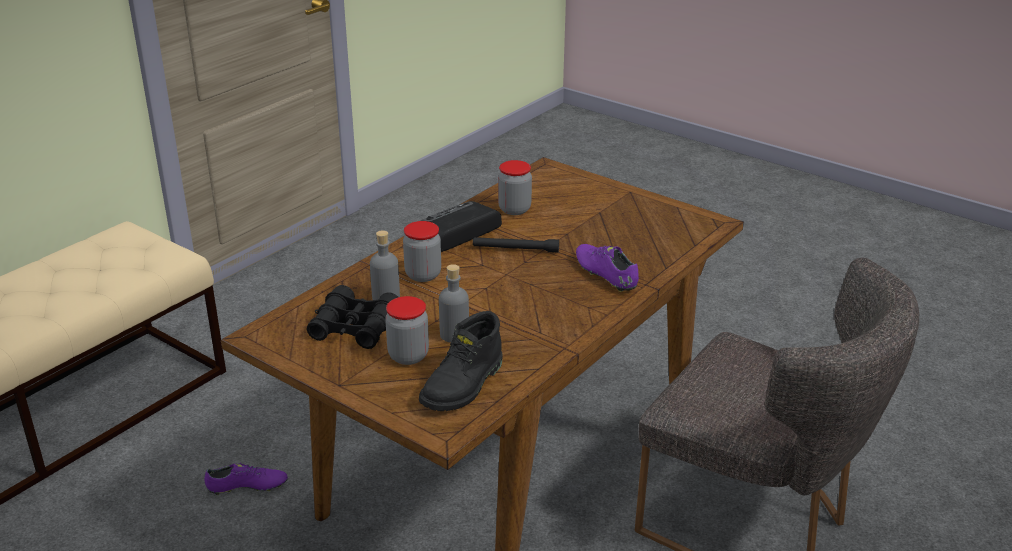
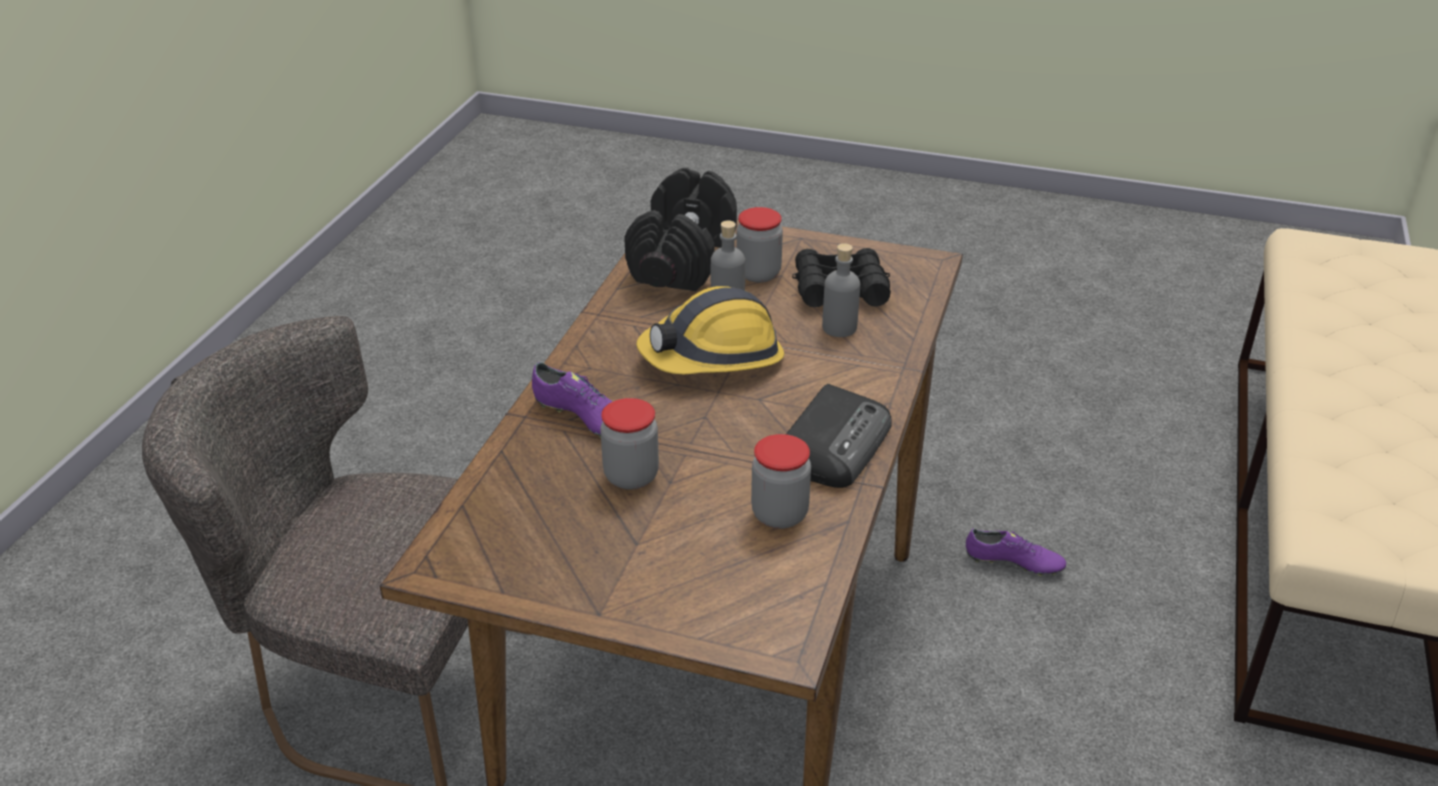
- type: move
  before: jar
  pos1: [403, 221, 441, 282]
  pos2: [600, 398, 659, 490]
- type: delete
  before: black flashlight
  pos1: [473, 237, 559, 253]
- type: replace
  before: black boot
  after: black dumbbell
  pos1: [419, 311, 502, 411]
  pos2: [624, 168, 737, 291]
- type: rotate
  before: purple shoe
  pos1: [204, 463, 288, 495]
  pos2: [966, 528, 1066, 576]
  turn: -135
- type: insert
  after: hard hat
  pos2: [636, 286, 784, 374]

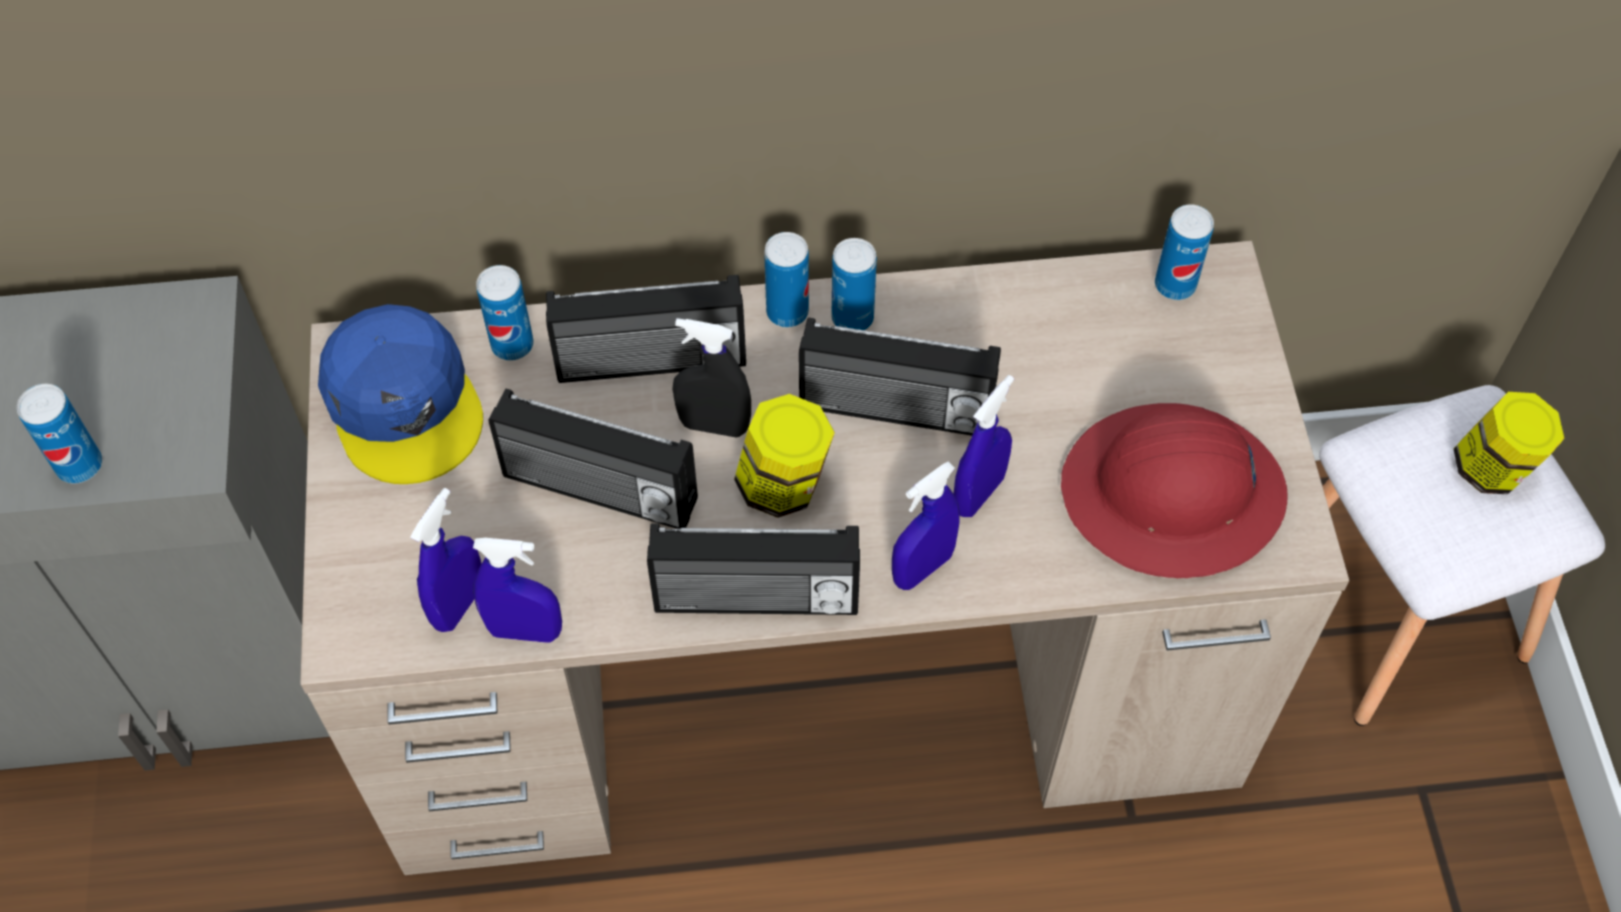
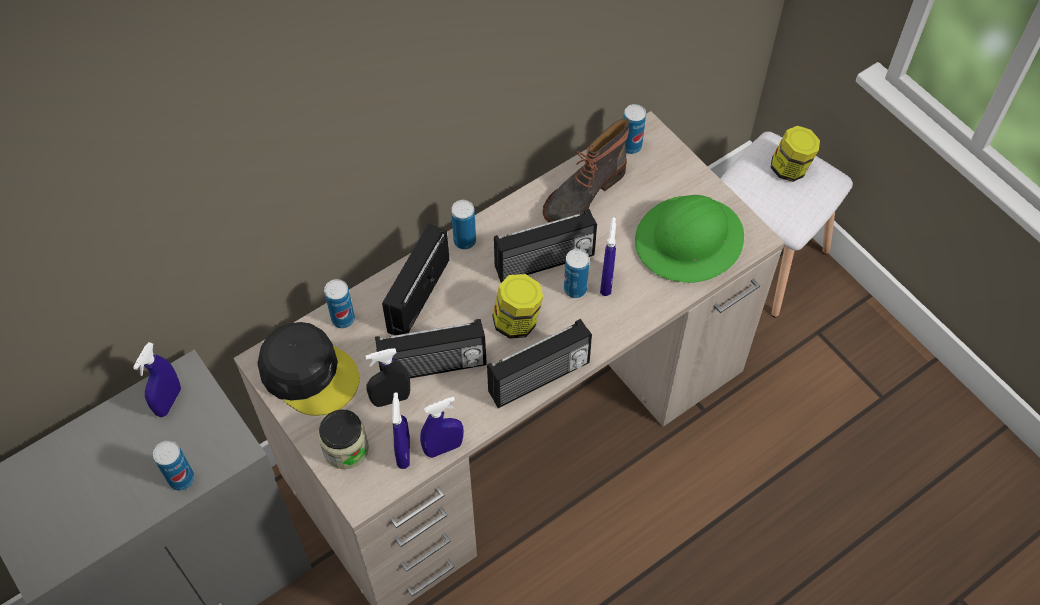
- type: move
  before: can
  pos1: [831, 238, 877, 330]
  pos2: [564, 249, 589, 298]
- type: rotate
  before: radio
  pos1: [546, 275, 746, 383]
  pos2: [382, 223, 449, 335]
  turn: 150
- type: recolor
  before: blue cap
  after: black cap
  pos1: [318, 304, 483, 484]
  pos2: [257, 322, 360, 416]
- type: move
  before: black spray bottle
  pos1: [672, 318, 751, 438]
  pos2: [365, 348, 410, 407]
- type: recolor
  before: red hard hat
  after: green hard hat
  pos1: [1061, 403, 1287, 578]
  pos2: [635, 195, 744, 283]
- type: move
  before: blue spray bottle
  pos1: [892, 462, 960, 590]
  pos2: [133, 342, 181, 417]
- type: insert
  after: boot
  pos2: [543, 118, 630, 222]
- type: insert
  after: jar
  pos2: [318, 409, 369, 469]

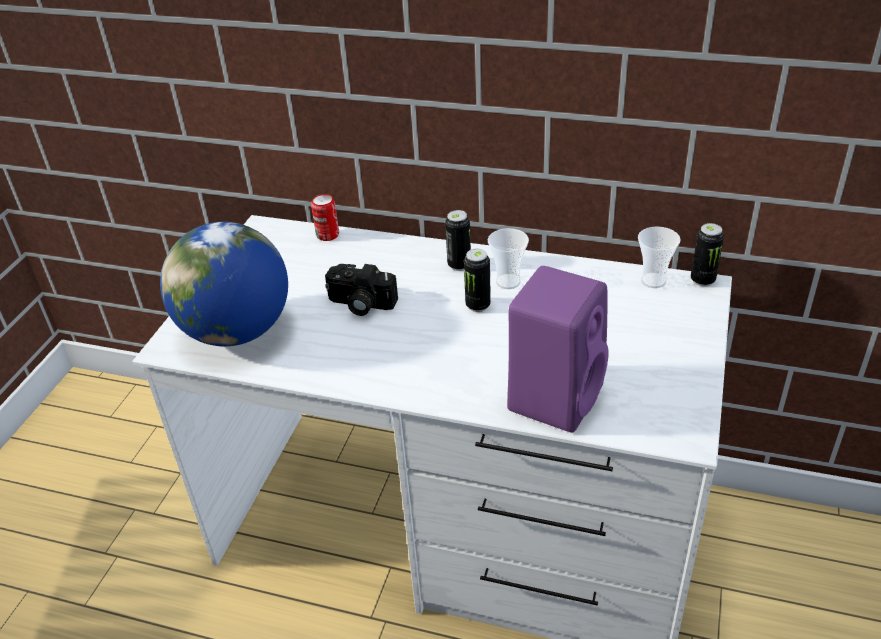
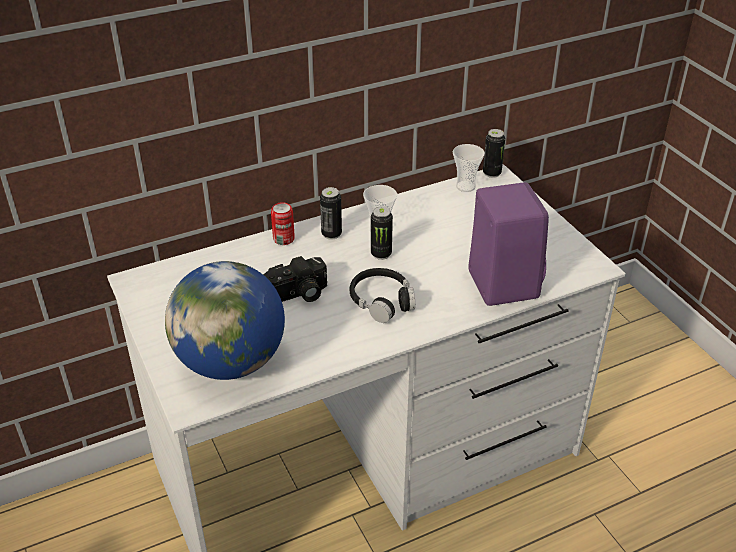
- type: move
  before: can
  pos1: [311, 194, 339, 241]
  pos2: [271, 202, 295, 245]
- type: insert
  after: black headphones
  pos2: [349, 268, 415, 323]

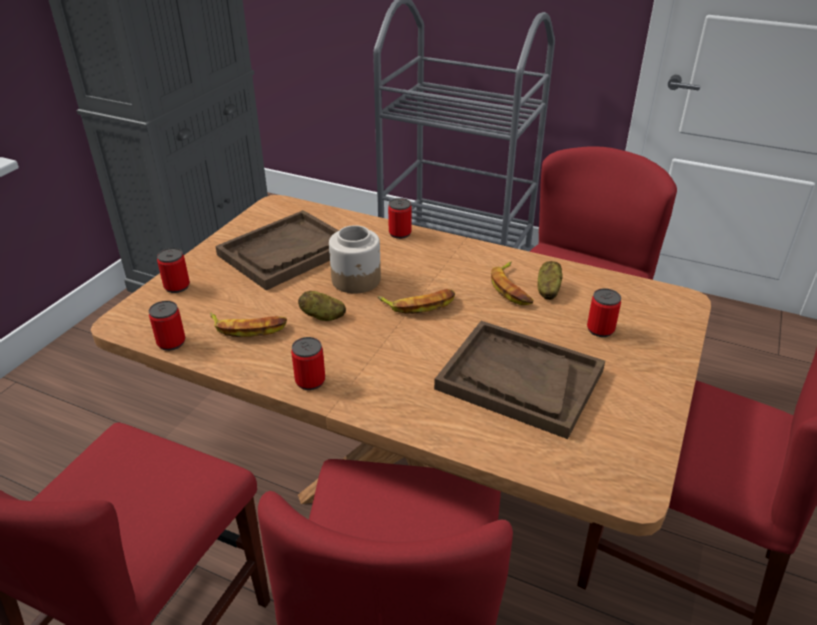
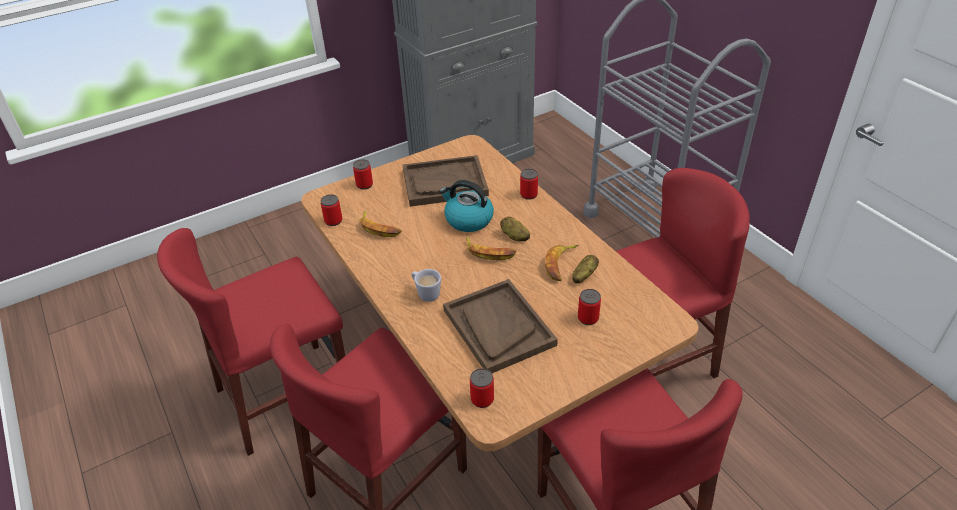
- type: replace
  before: jar
  after: kettle
  pos1: [329, 225, 381, 294]
  pos2: [440, 180, 494, 232]
- type: move
  before: potato
  pos1: [298, 291, 346, 321]
  pos2: [500, 217, 530, 242]
- type: move
  before: can
  pos1: [291, 337, 325, 390]
  pos2: [470, 368, 494, 408]
- type: insert
  after: white mug
  pos2: [411, 269, 441, 302]

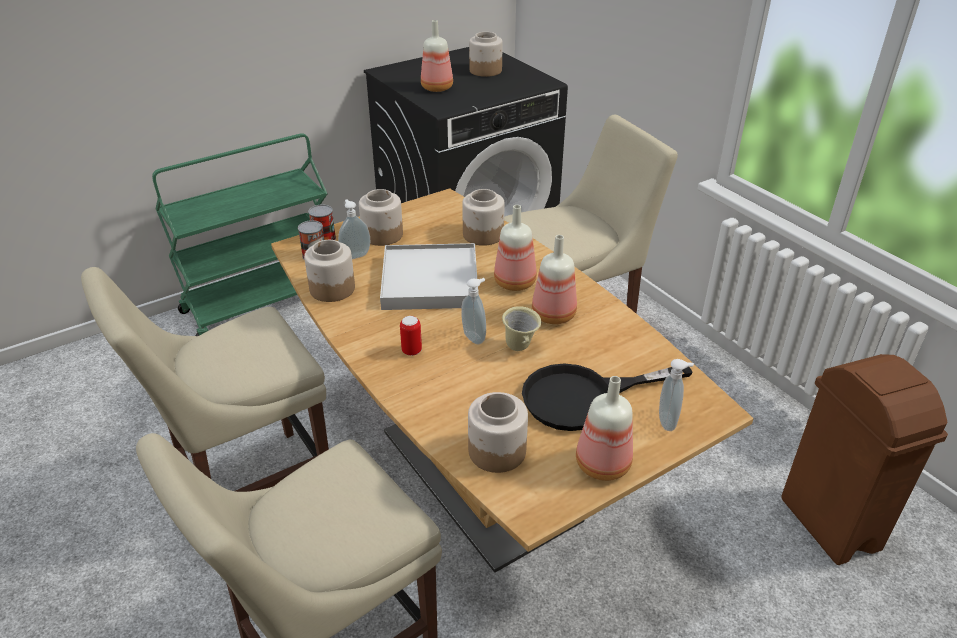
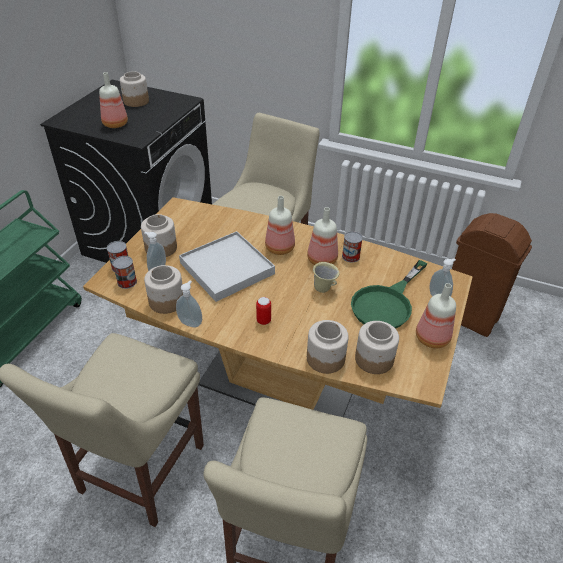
- type: move
  before: jar
  pos1: [462, 189, 505, 246]
  pos2: [307, 320, 349, 374]
- type: move
  before: soap dispenser
  pos1: [461, 278, 486, 345]
  pos2: [176, 281, 202, 328]
- type: recolor
  before: black frying pan
  after: green frying pan
  pos1: [522, 363, 693, 431]
  pos2: [351, 260, 427, 328]
- type: insert
  after: can
  pos2: [342, 231, 363, 263]

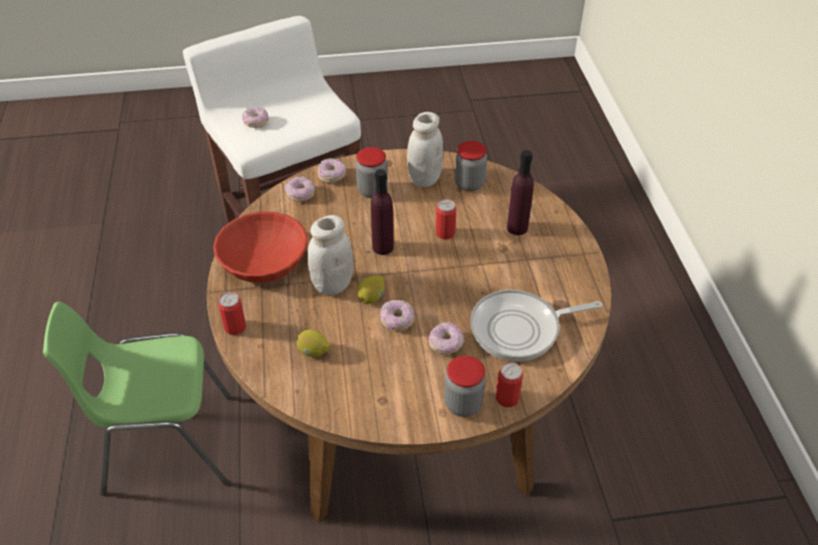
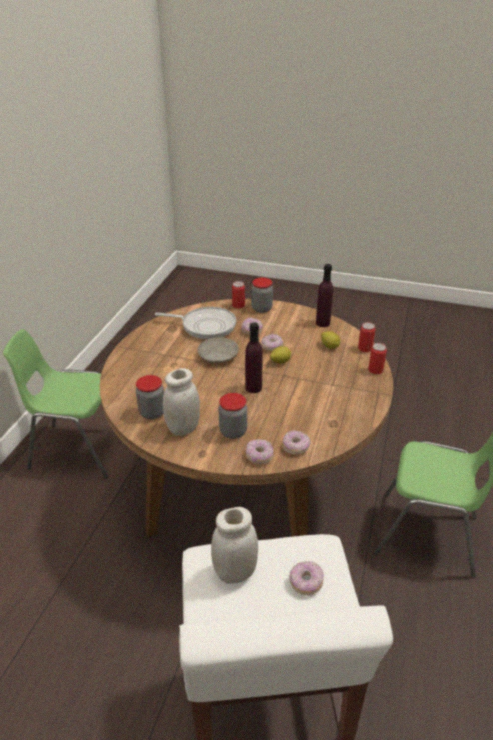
- type: move
  before: purple bottle
  pos1: [507, 150, 534, 235]
  pos2: [316, 264, 333, 327]
- type: move
  before: can
  pos1: [435, 199, 456, 239]
  pos2: [358, 322, 375, 352]
- type: delete
  before: red bowl
  pos1: [213, 211, 308, 283]
- type: move
  before: white jar
  pos1: [307, 215, 354, 295]
  pos2: [211, 507, 258, 583]
- type: insert
  after: green chair
  pos2: [3, 329, 108, 479]
- type: insert
  after: beige plate
  pos2: [197, 338, 239, 363]

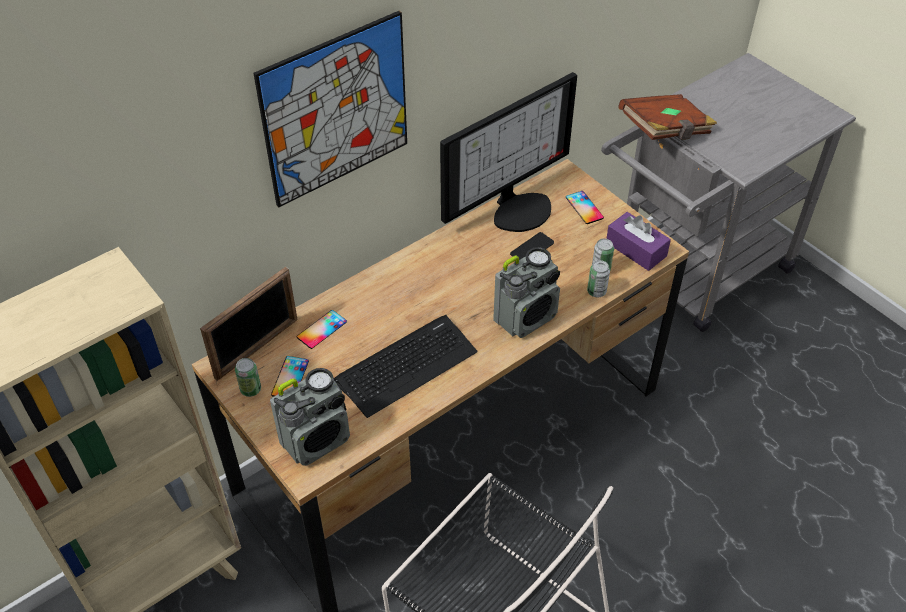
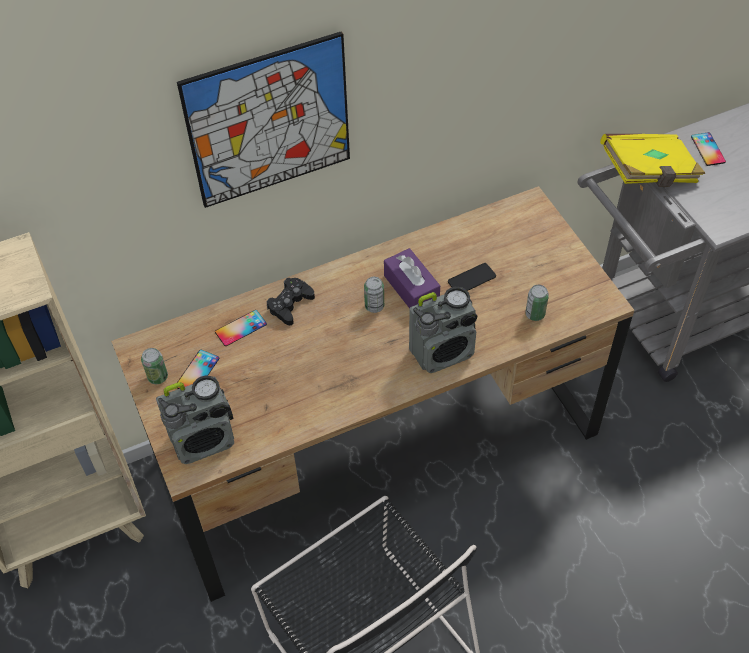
- type: delete
  before: monitor
  pos1: [440, 72, 577, 232]
- type: recolor
  before: brown book
  after: yellow book
  pos1: [618, 94, 717, 140]
  pos2: [600, 134, 705, 187]
- type: move
  before: phone
  pos1: [566, 191, 604, 224]
  pos2: [691, 132, 726, 166]
- type: move
  before: purple tissue box
  pos1: [606, 212, 671, 271]
  pos2: [384, 248, 440, 309]
- type: move
  before: can
  pos1: [587, 260, 610, 297]
  pos2: [364, 277, 384, 313]
- type: delete
  before: picture frame
  pos1: [200, 267, 298, 381]
- type: delete
  before: keyboard
  pos1: [334, 315, 477, 418]
- type: insert
  after: black game controller
  pos2: [267, 277, 315, 325]

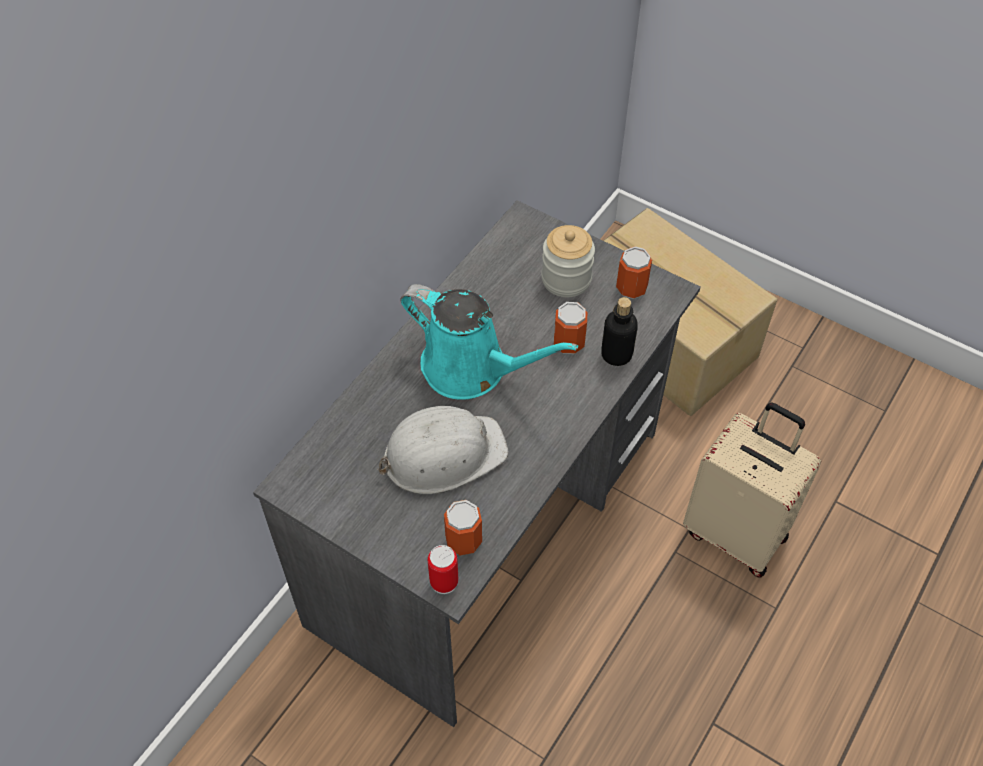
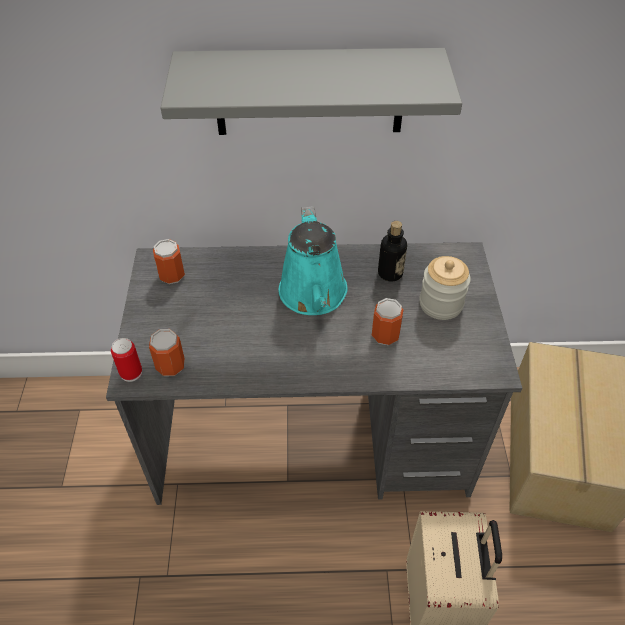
- type: move
  before: can
  pos1: [616, 246, 652, 299]
  pos2: [153, 239, 185, 284]
- type: move
  before: bottle
  pos1: [601, 297, 638, 366]
  pos2: [378, 221, 407, 282]
- type: delete
  before: white hard hat
  pos1: [378, 406, 509, 494]
- type: insert
  after: grey shelf
  pos2: [161, 48, 462, 135]

